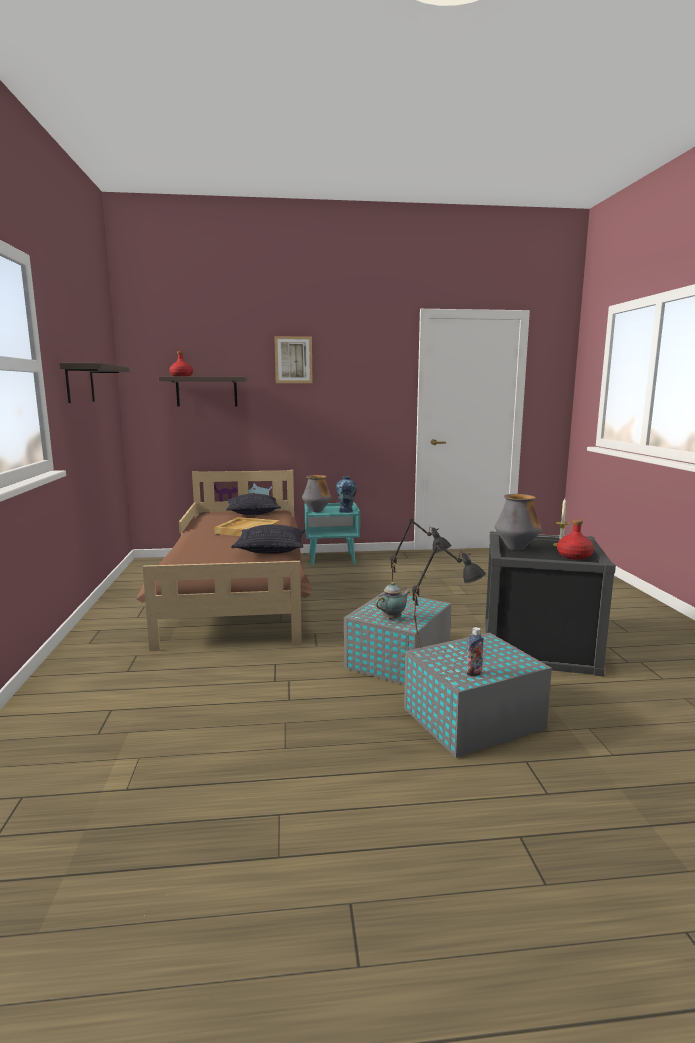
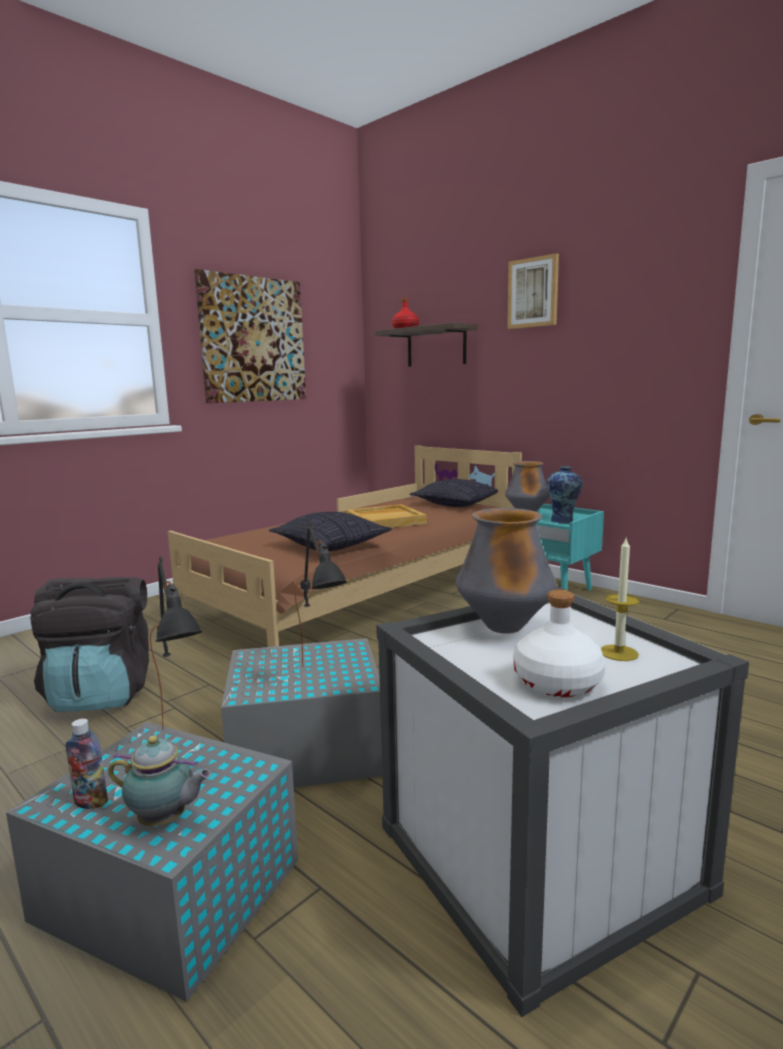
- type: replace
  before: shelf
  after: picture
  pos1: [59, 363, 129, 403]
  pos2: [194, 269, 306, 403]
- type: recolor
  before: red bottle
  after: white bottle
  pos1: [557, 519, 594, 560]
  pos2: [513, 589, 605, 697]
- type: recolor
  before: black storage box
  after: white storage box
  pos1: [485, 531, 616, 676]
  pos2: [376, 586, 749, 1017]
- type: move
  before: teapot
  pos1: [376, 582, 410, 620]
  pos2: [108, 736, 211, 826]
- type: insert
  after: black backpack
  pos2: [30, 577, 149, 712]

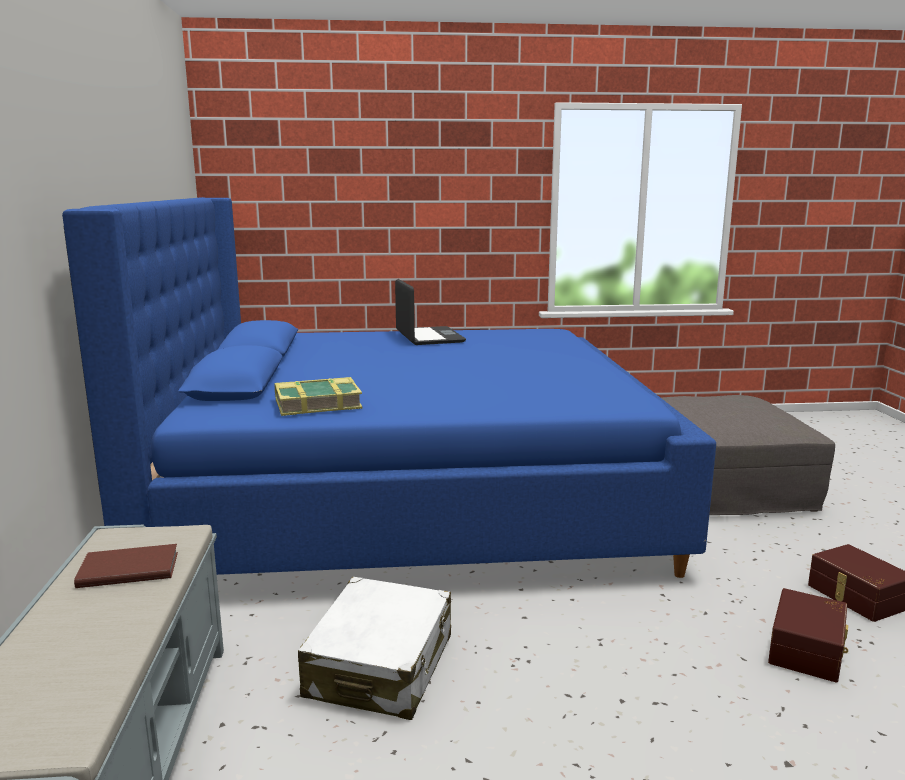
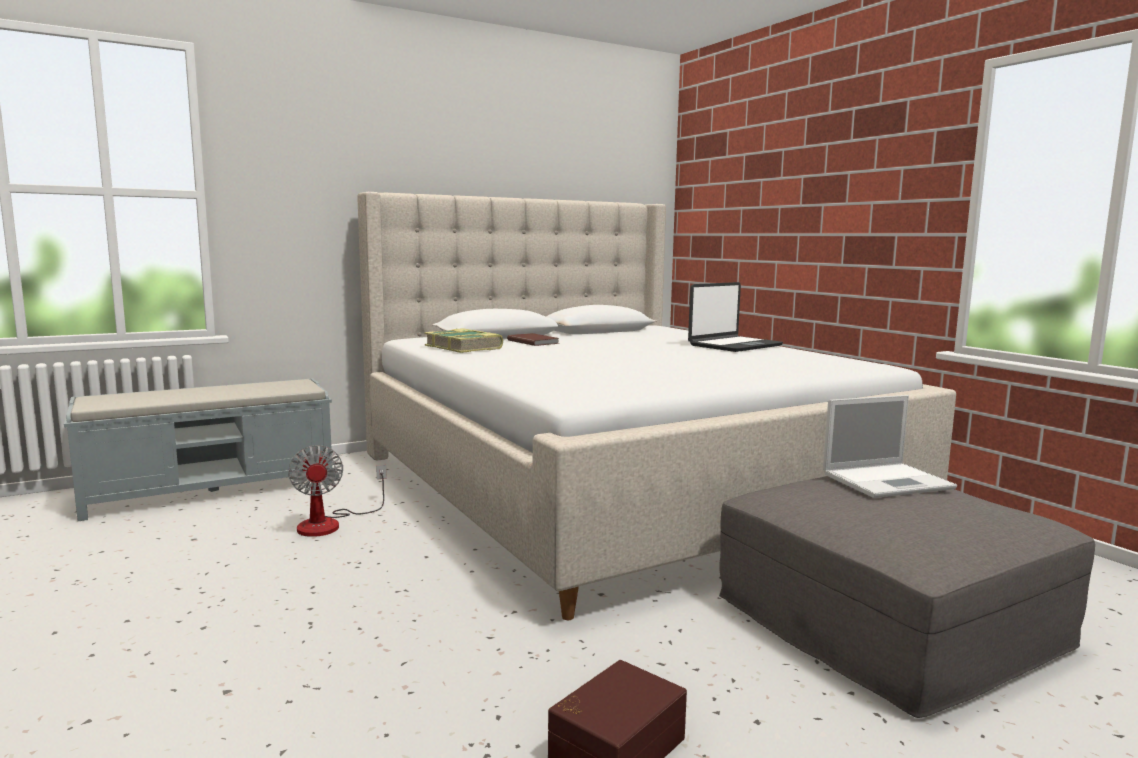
- type: recolor
  before: blue bed
  after: beige bed
  pos1: [62, 197, 716, 578]
  pos2: [357, 192, 956, 620]
- type: move
  before: brown book
  pos1: [74, 544, 178, 588]
  pos2: [507, 333, 559, 346]
- type: replace
  before: white suitcase
  after: fan
  pos1: [298, 577, 451, 720]
  pos2: [288, 445, 387, 537]
- type: delete
  before: brown storage box
  pos1: [768, 588, 848, 683]
- type: insert
  after: laptop
  pos2: [823, 395, 957, 498]

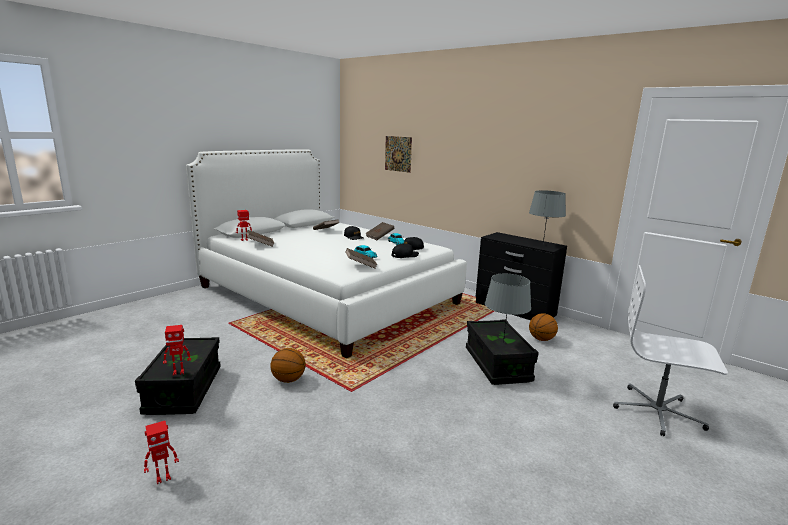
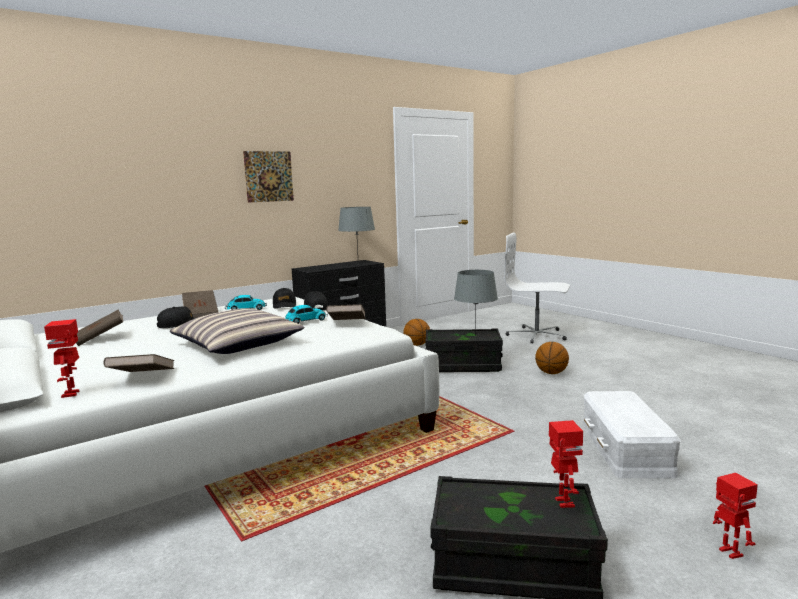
- type: move
  before: picture
  pos1: [385, 136, 412, 173]
  pos2: [243, 151, 294, 202]
- type: rotate
  before: white office chair
  pos1: [613, 265, 728, 436]
  pos2: [504, 232, 570, 344]
  turn: 75
- type: move
  before: basketball
  pos1: [270, 348, 306, 383]
  pos2: [535, 342, 569, 374]
- type: insert
  after: pillow
  pos2: [170, 308, 304, 354]
- type: insert
  after: white storage box
  pos2: [583, 391, 681, 478]

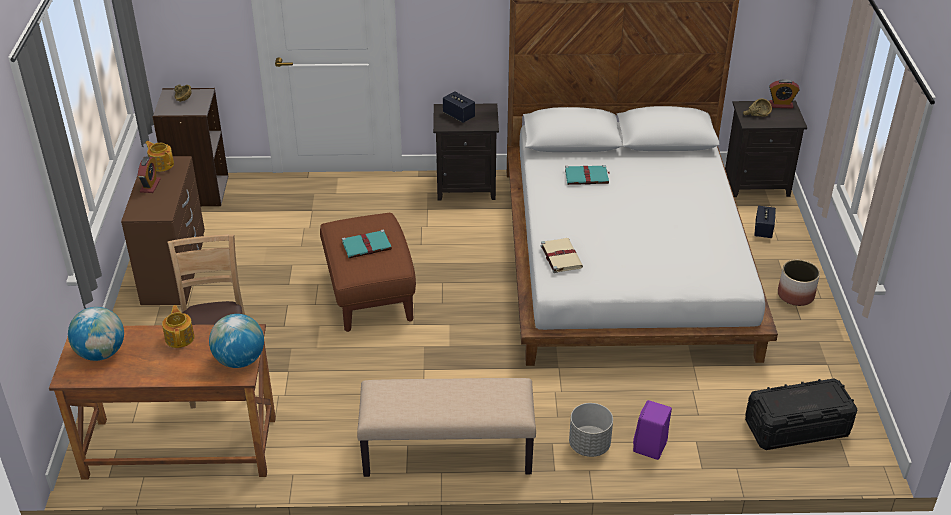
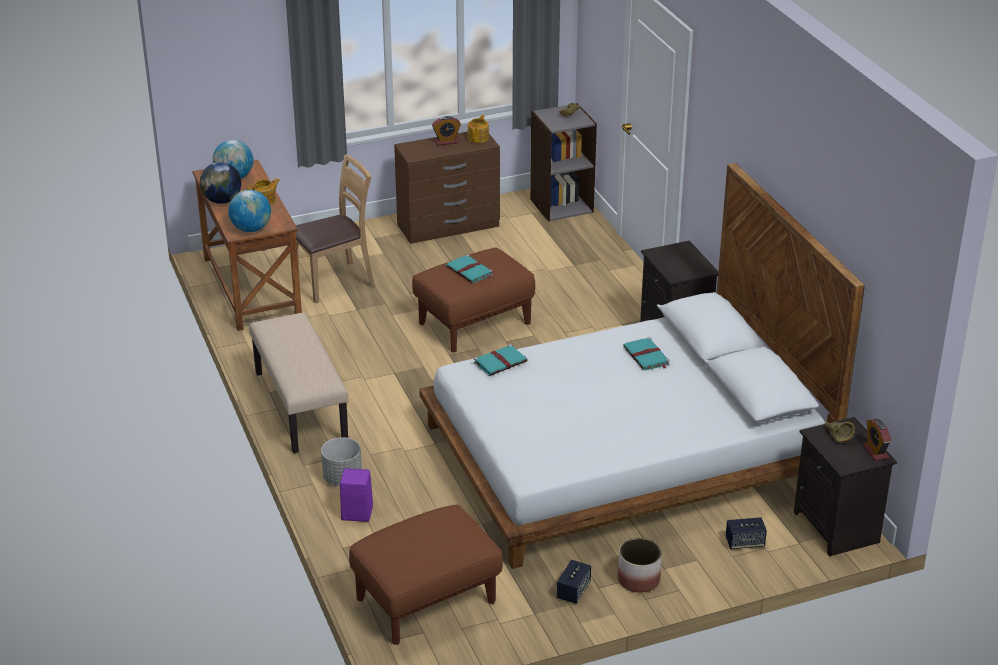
- type: move
  before: speaker
  pos1: [443, 91, 475, 123]
  pos2: [557, 560, 591, 604]
- type: recolor
  before: beige book
  after: turquoise book
  pos1: [541, 238, 583, 273]
  pos2: [474, 344, 527, 376]
- type: replace
  before: black storage box
  after: brown ottoman
  pos1: [745, 378, 857, 450]
  pos2: [349, 504, 503, 645]
- type: insert
  after: globe
  pos2: [200, 162, 241, 204]

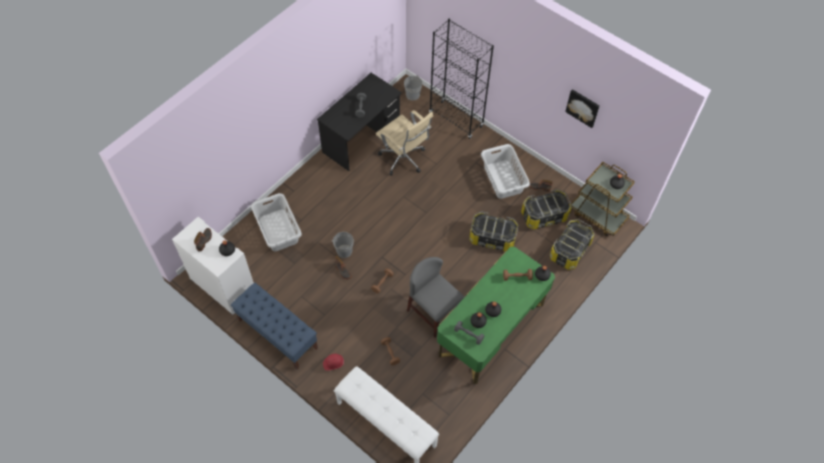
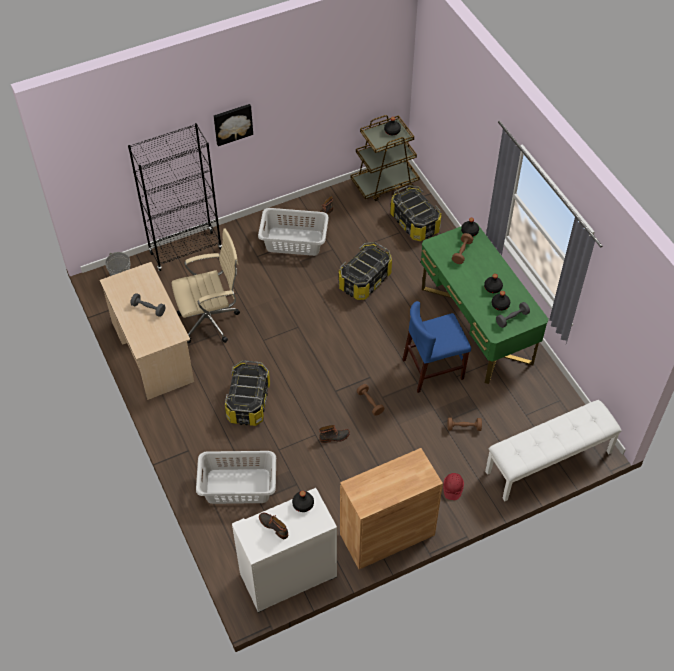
- type: recolor
  before: black desk
  after: beige desk
  pos1: [317, 73, 402, 171]
  pos2: [99, 262, 194, 400]
- type: move
  before: picture
  pos1: [565, 89, 600, 128]
  pos2: [214, 104, 253, 146]
- type: move
  before: storage box
  pos1: [521, 189, 571, 229]
  pos2: [225, 360, 270, 426]
- type: delete
  before: grey bucket
  pos1: [331, 232, 355, 258]
- type: recolor
  before: grey chair
  after: blue chair
  pos1: [407, 257, 464, 338]
  pos2: [402, 301, 471, 393]
- type: replace
  before: blue bench
  after: brown cabinet
  pos1: [231, 283, 318, 370]
  pos2: [340, 448, 443, 569]

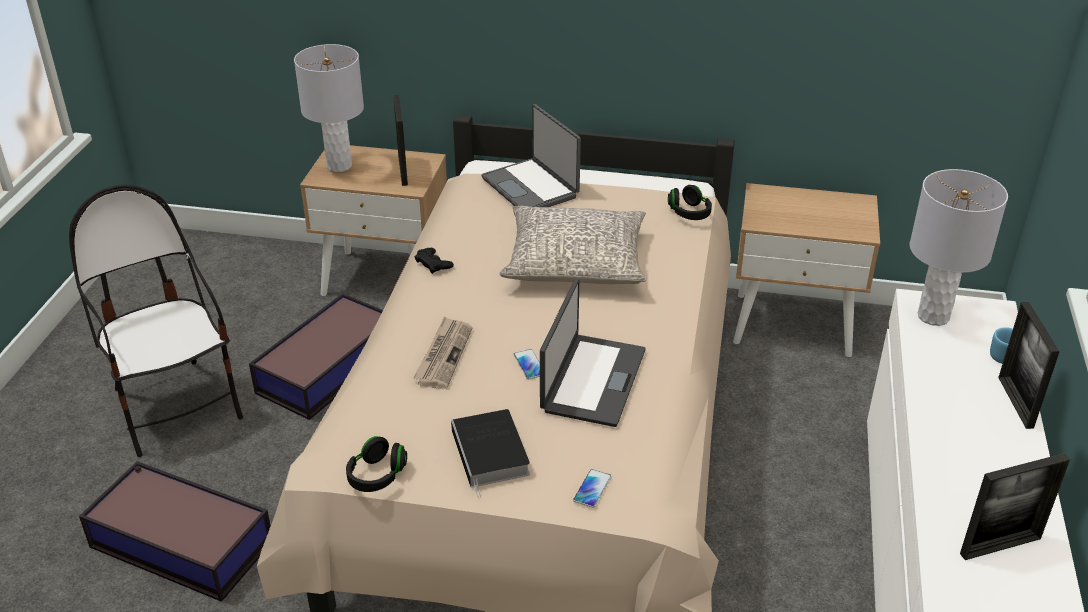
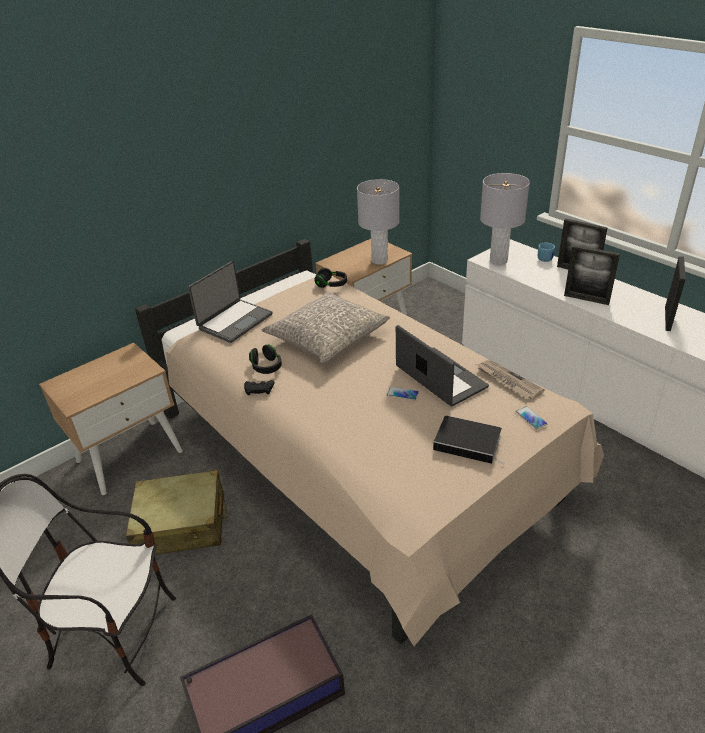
- type: move
  before: grey table lamp
  pos1: [294, 44, 364, 172]
  pos2: [357, 179, 399, 264]
- type: move
  before: picture frame
  pos1: [393, 95, 408, 186]
  pos2: [564, 245, 620, 305]
- type: rotate
  before: laptop
  pos1: [481, 104, 581, 207]
  pos2: [188, 261, 272, 343]
  turn: -60
- type: replace
  before: storage box
  after: beige suitcase
  pos1: [249, 293, 383, 420]
  pos2: [126, 470, 227, 555]
- type: move
  before: newspaper
  pos1: [413, 316, 472, 389]
  pos2: [476, 360, 545, 400]
- type: move
  before: black headphones
  pos1: [346, 436, 407, 492]
  pos2: [249, 345, 282, 374]

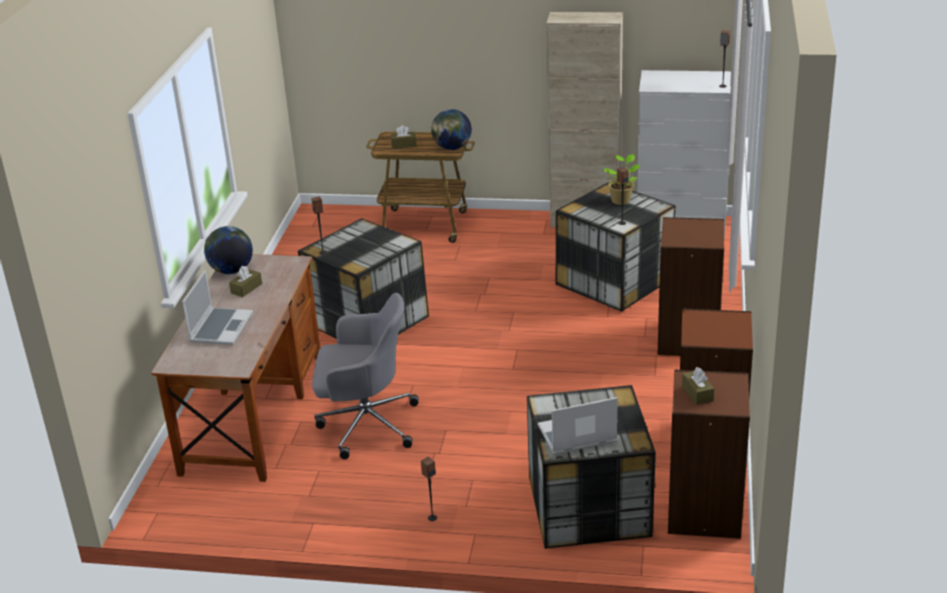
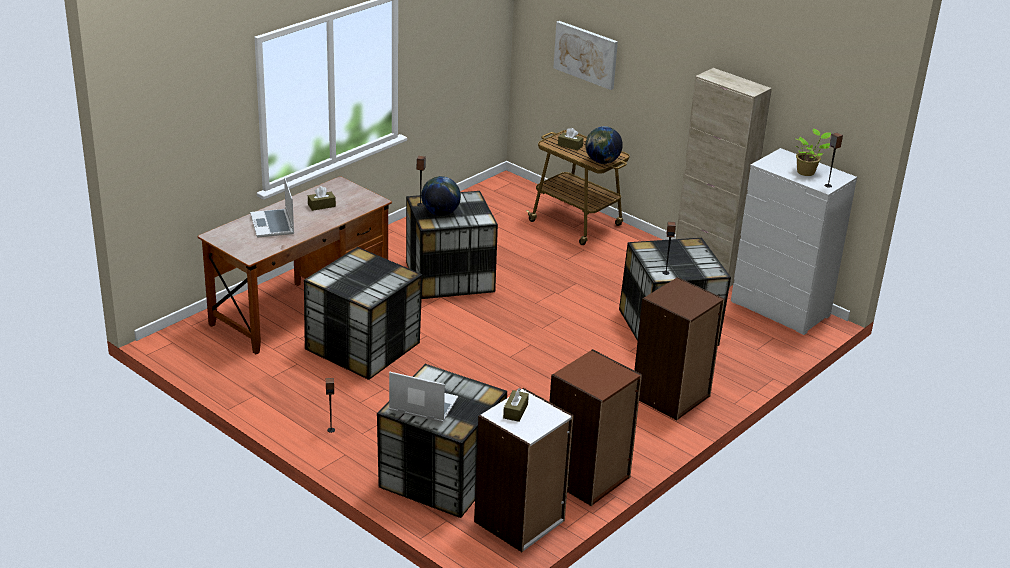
- type: move
  before: potted plant
  pos1: [602, 154, 640, 205]
  pos2: [795, 129, 831, 176]
- type: move
  before: globe
  pos1: [204, 226, 253, 274]
  pos2: [421, 176, 461, 216]
- type: rotate
  before: laptop
  pos1: [182, 270, 253, 345]
  pos2: [250, 177, 294, 237]
  turn: 120
- type: replace
  before: grey office chair
  after: storage box
  pos1: [312, 293, 419, 459]
  pos2: [304, 247, 422, 380]
- type: recolor
  before: brown bookcase
  after: white bookcase
  pos1: [668, 369, 750, 539]
  pos2: [474, 388, 574, 552]
- type: insert
  after: picture
  pos2: [553, 21, 618, 90]

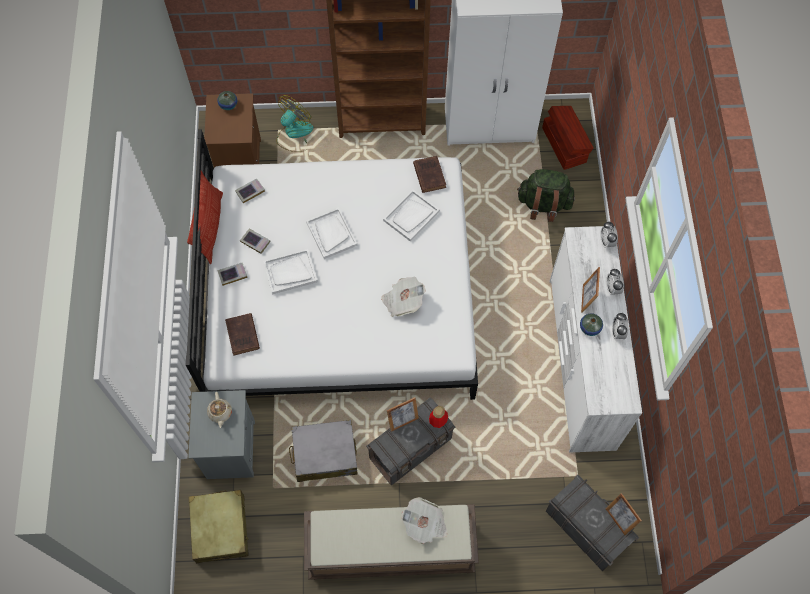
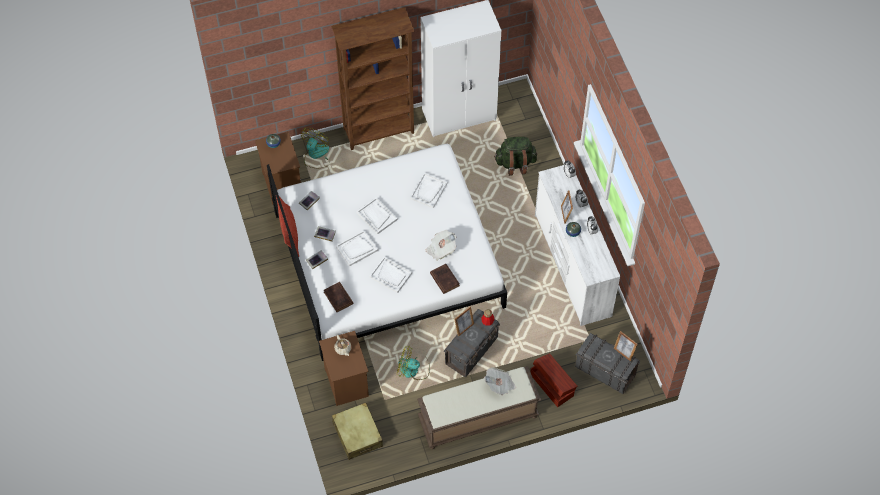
- type: move
  before: brown storage box
  pos1: [542, 106, 594, 170]
  pos2: [530, 353, 577, 407]
- type: move
  before: brown book
  pos1: [413, 156, 446, 193]
  pos2: [430, 264, 460, 294]
- type: recolor
  before: grey nightstand
  after: brown nightstand
  pos1: [188, 390, 255, 479]
  pos2: [319, 331, 369, 406]
- type: replace
  before: grey suitcase
  after: fan
  pos1: [289, 420, 358, 482]
  pos2: [397, 346, 430, 380]
- type: insert
  after: white tray
  pos2: [369, 257, 412, 293]

